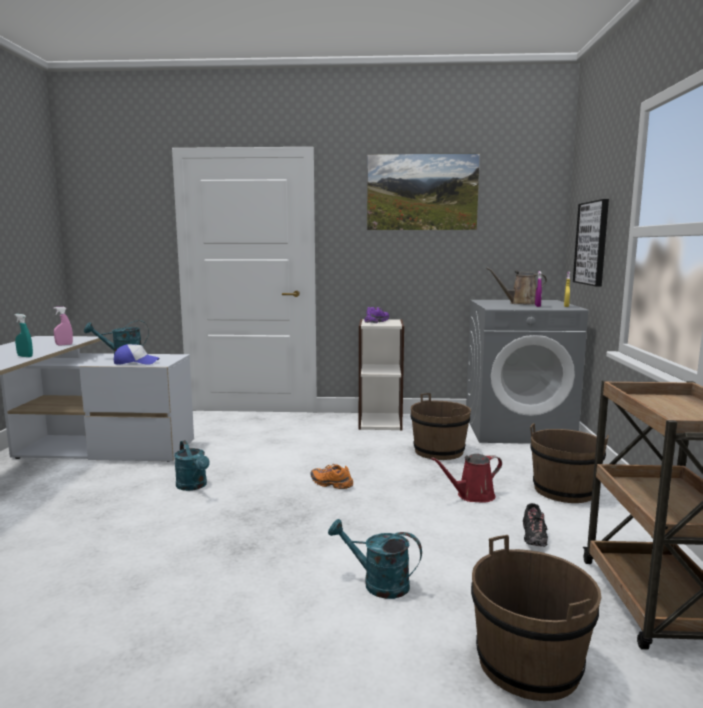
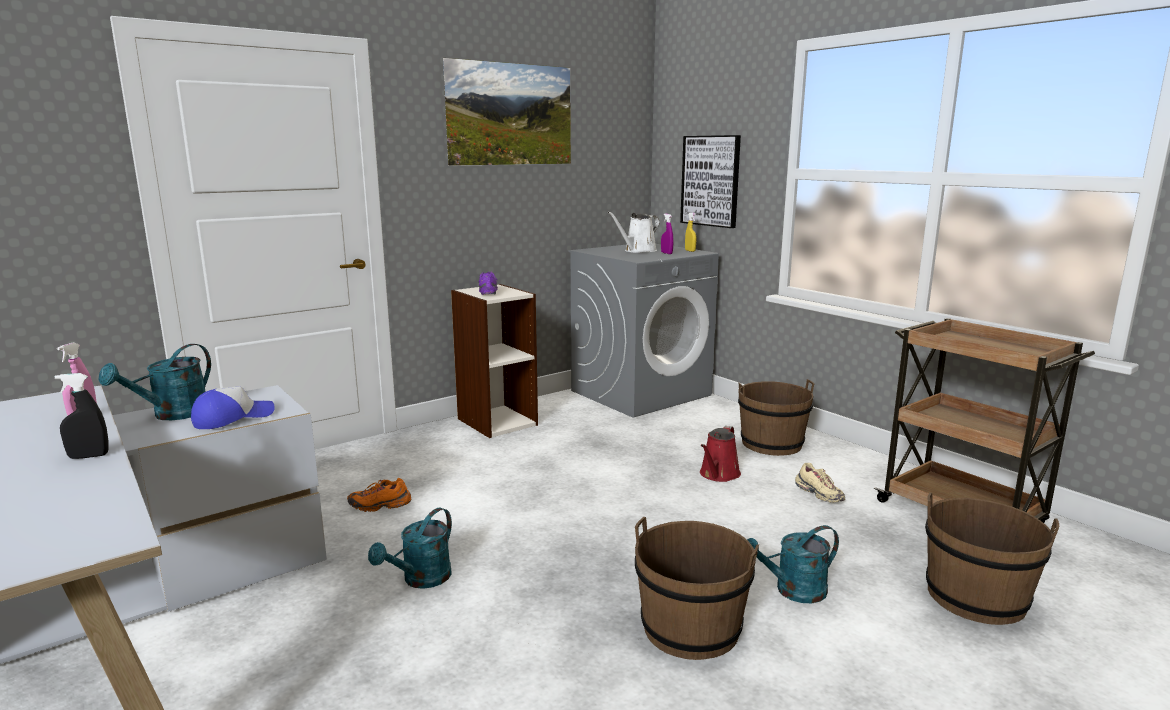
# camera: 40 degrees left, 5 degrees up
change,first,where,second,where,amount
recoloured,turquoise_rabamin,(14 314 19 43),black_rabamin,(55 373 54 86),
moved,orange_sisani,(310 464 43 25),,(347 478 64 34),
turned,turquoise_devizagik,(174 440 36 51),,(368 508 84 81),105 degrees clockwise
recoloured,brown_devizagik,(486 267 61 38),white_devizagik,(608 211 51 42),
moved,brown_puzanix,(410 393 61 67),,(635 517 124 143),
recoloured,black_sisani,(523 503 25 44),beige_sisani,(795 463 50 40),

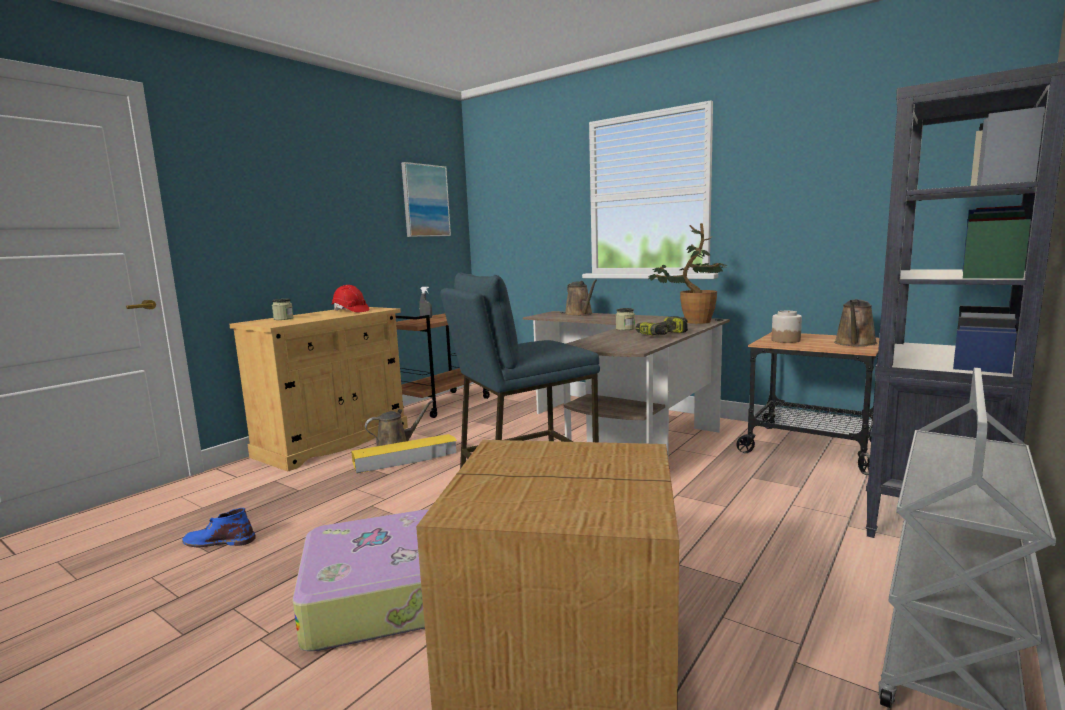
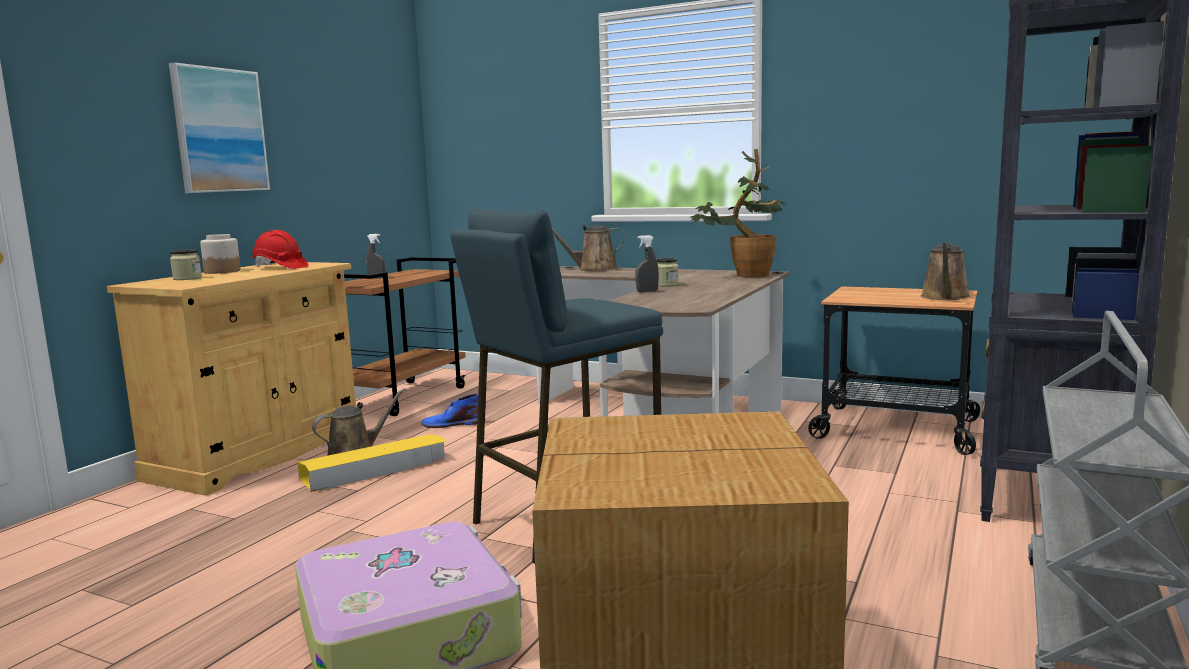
# camera: 10 degrees left, 0 degrees up
change,first,where,second,where,amount
moved,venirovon,(401 162 50 75),,(169 62 101 131),
moved,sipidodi,(771 311 31 32),,(200 234 41 40),
moved,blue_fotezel,(182 508 73 39),,(421 394 57 34),
turned,brown_devizagik,(565 279 32 37),,(552 225 74 46),120 degrees clockwise
added,,,grey_rabamin,(635 235 24 58),
removed,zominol,(635 316 53 19),,,

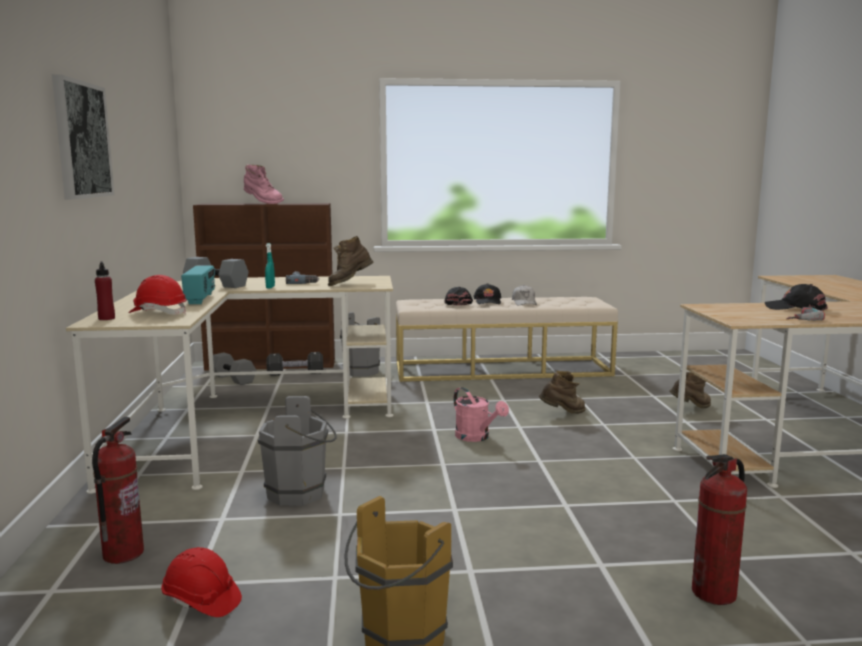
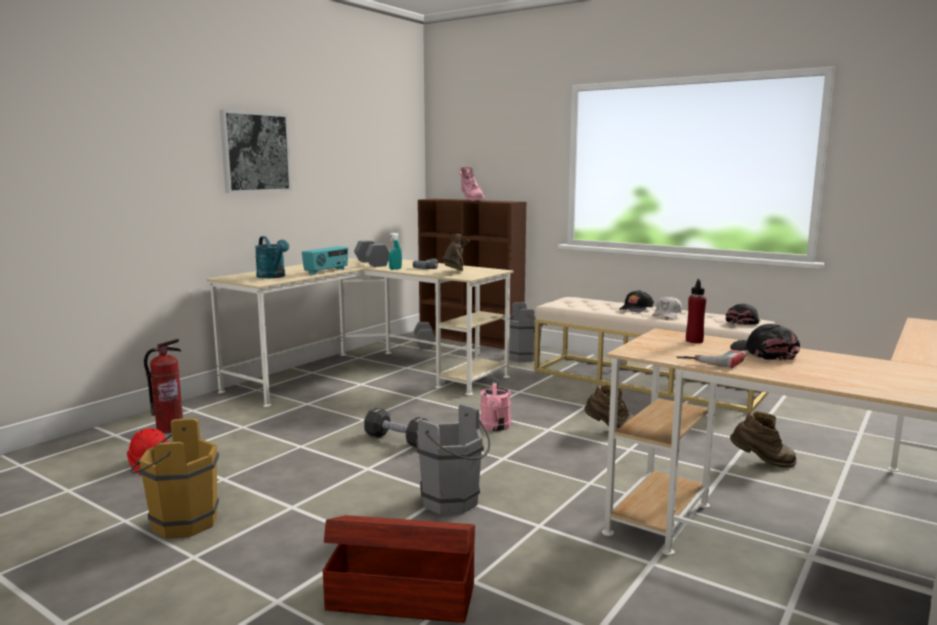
# camera: 40 degrees right, 0 degrees up
change,first,where,second,where,amount
replaced,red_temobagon,(128 275 59 40),turquoise_devizagik,(255 236 34 42),
replaced,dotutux,(692 454 55 151),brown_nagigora,(322 515 153 108),
moved,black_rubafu,(266 352 57 24),,(364 408 64 39),
moved,grey_puzanix,(258 396 79 110),,(416 404 74 111),
turned,brown_fotezel,(328 236 45 50),,(442 233 28 38),105 degrees clockwise
moved,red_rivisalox,(95 261 20 59),,(686 279 20 64),
moved,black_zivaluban,(444 287 29 19),,(726 304 35 21),

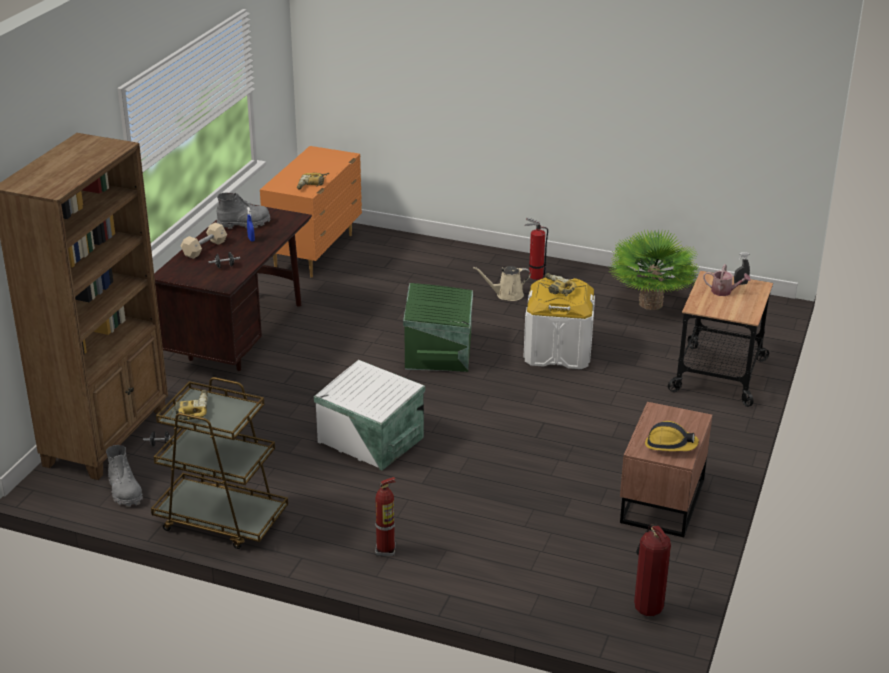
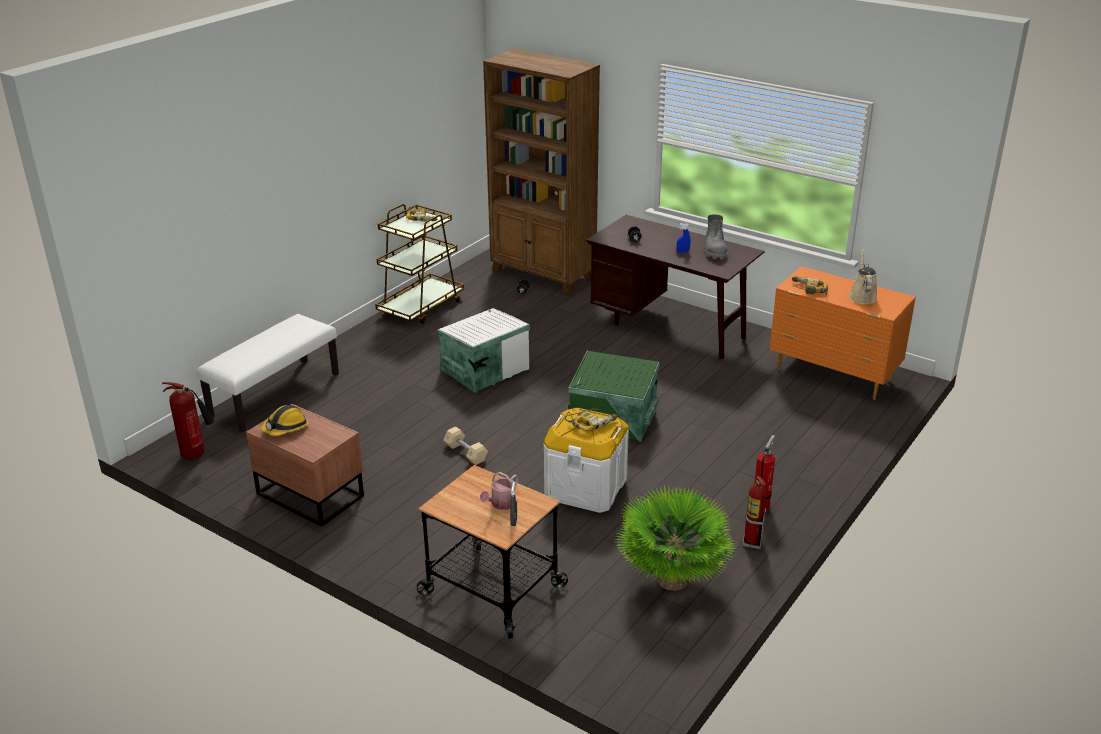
# camera: 105 degrees right, 0 degrees up
change,first,where,second,where,amount
added,,,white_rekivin,(196 314 143 119),
moved,beige_rubafu,(181 223 46 36),,(444 426 44 39),
moved,dotutux,(375 477 21 79),,(742 476 24 73),
moved,beige_devizagik,(473 266 58 35),,(849 248 28 56),
removed,grey_fotezel,(106 445 37 62),,,

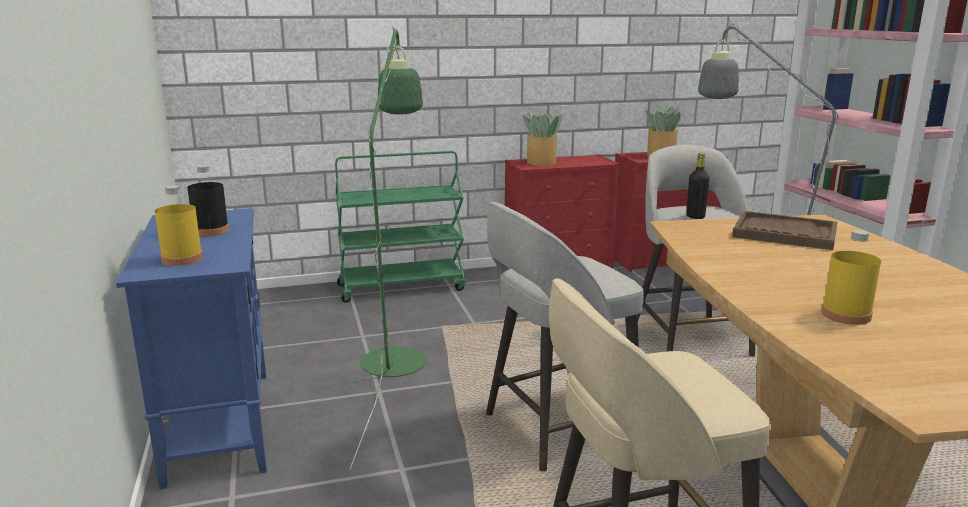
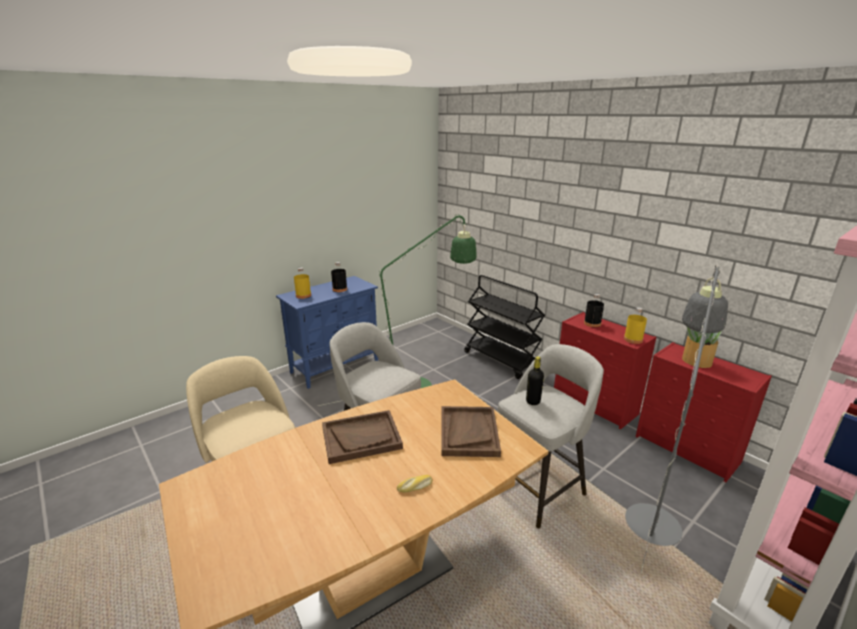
# camera: 65 degrees right, 5 degrees up
change,first,where,second,where,amount
added,,,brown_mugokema,(322 410 81 54),
added,,,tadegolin,(397 475 36 17),
recoloured,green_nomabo,(335 151 131 152),black_nomabo,(464 275 81 104),
replaced,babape,(523 111 40 55),black_rivisalox,(584 293 20 34),
moved,yellow_rivisalox,(821 230 60 95),,(624 307 23 37),

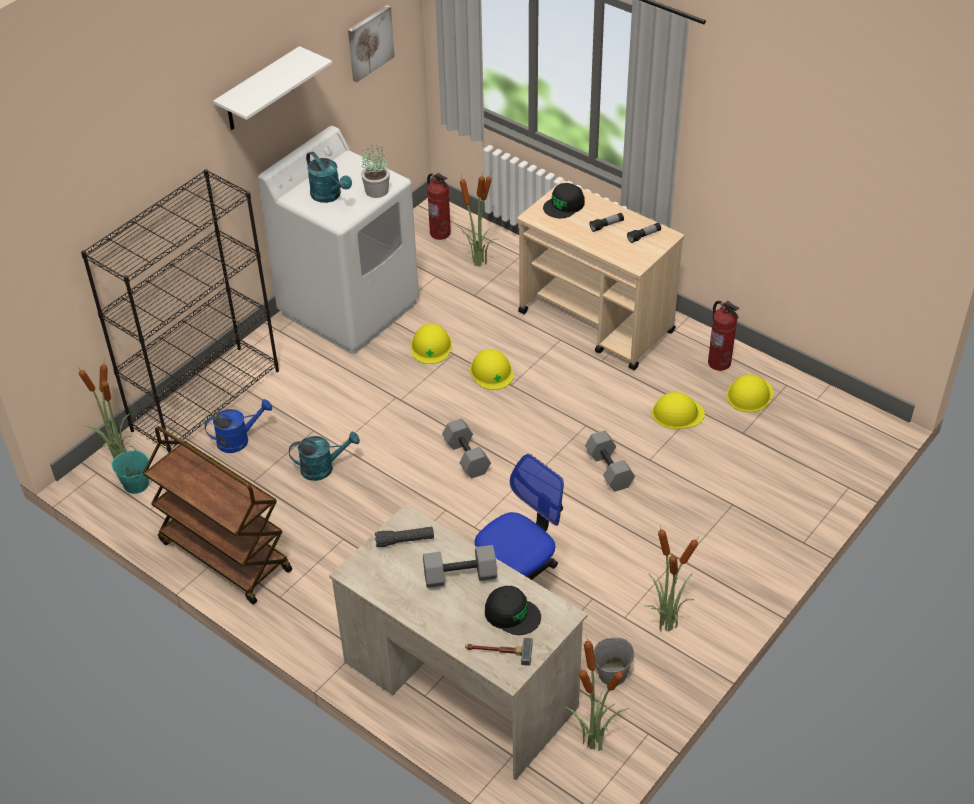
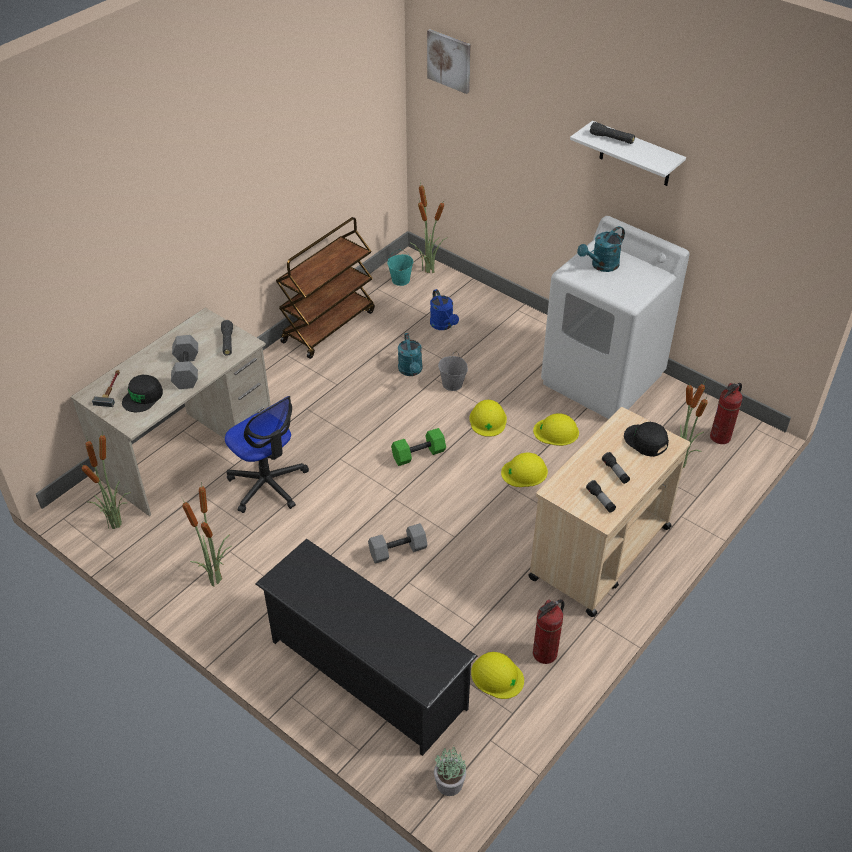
# camera: 90 degrees right, 0 degrees up
change,first,where,second,where,amount
added,,,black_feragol,(255 539 222 217),
recoloured,grey_rubafu,(442 419 49 59),green_rubafu,(391 428 55 38),
moved,venirovon,(348 5 47 77),,(427 29 44 65),
moved,babape,(361 145 29 53),,(434 745 32 51),
moved,grey_puzanix,(594 638 41 48),,(438 352 30 39),
moved,yellow_temobagon,(652 392 53 37),,(469 400 38 37),
added,,,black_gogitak,(590 122 45 22),
removed,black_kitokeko,(81 169 198 284),,,

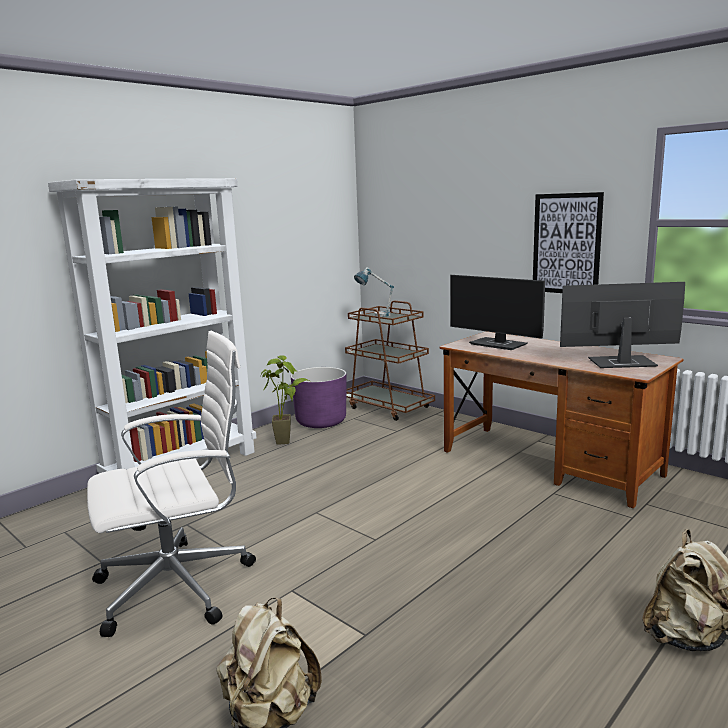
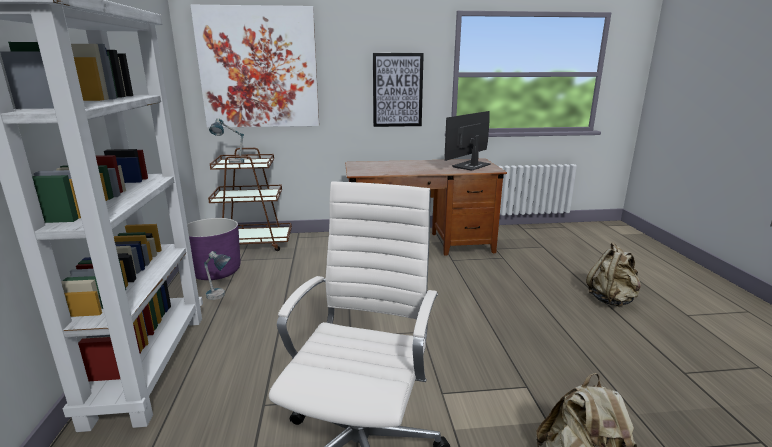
# camera: 50 degrees left, 5 degrees up
change,first,where,second,where,amount
added,,,venirovon,(190 5 129 123),
replaced,babape,(261 355 49 90),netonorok,(204 251 27 49),
removed,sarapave,(450 275 95 75),,,

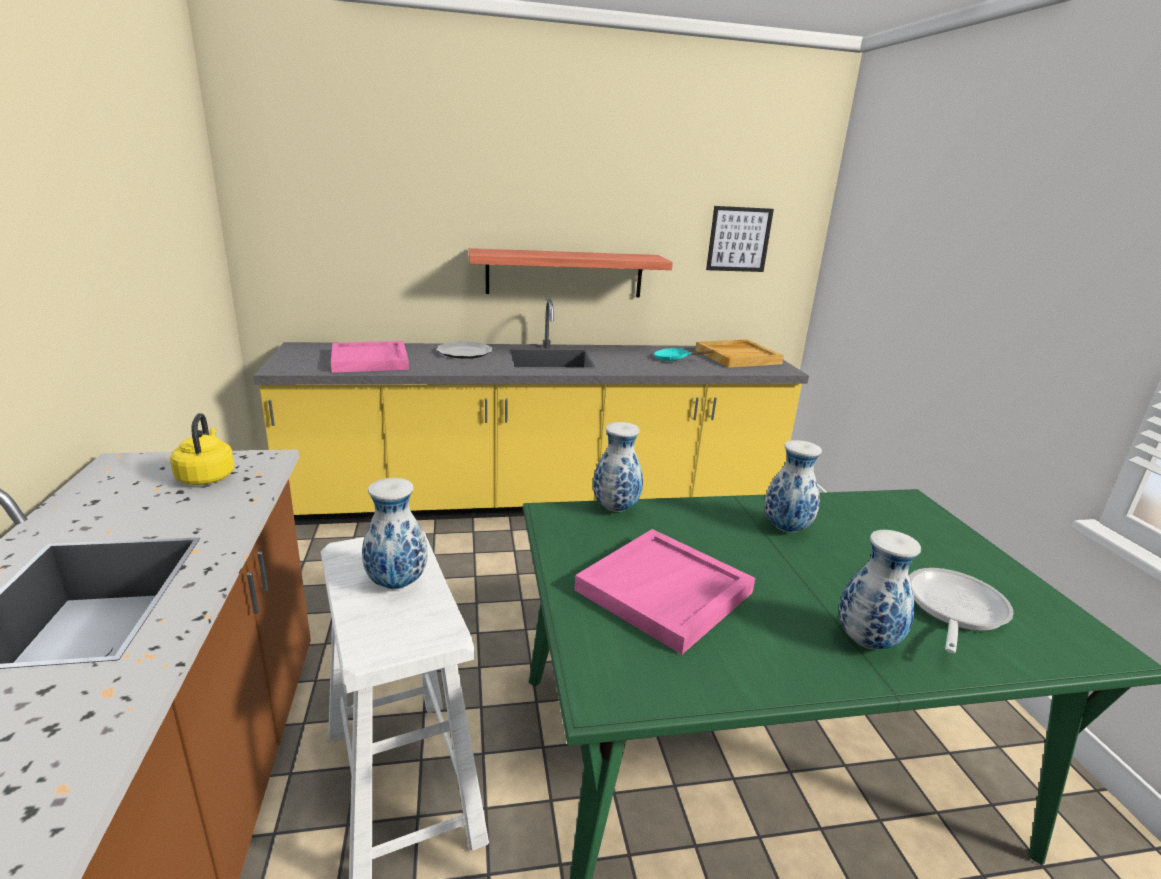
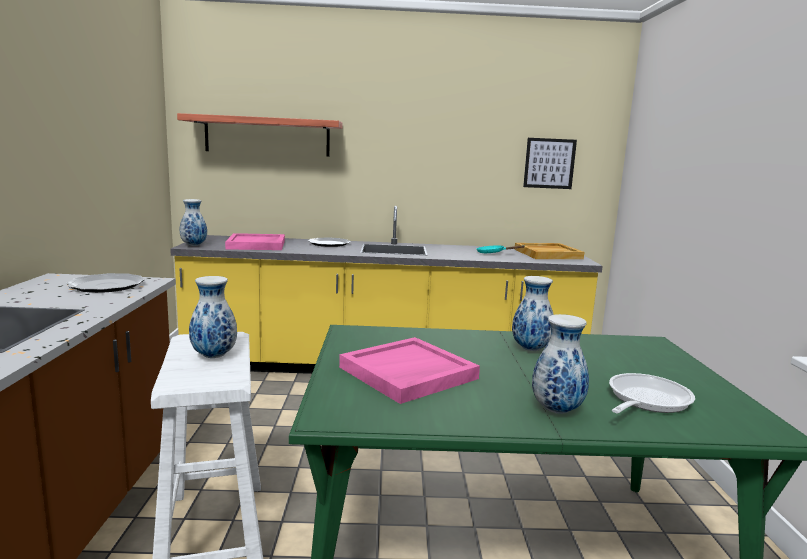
# camera: 10 degrees right, 10 degrees down
change,first,where,second,where,amount
replaced,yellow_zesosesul,(170 413 64 72),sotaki,(66 273 79 20),
moved,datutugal,(469 248 204 49),,(177 113 166 44),
moved,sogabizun,(593 422 50 90),,(180 199 27 47),

